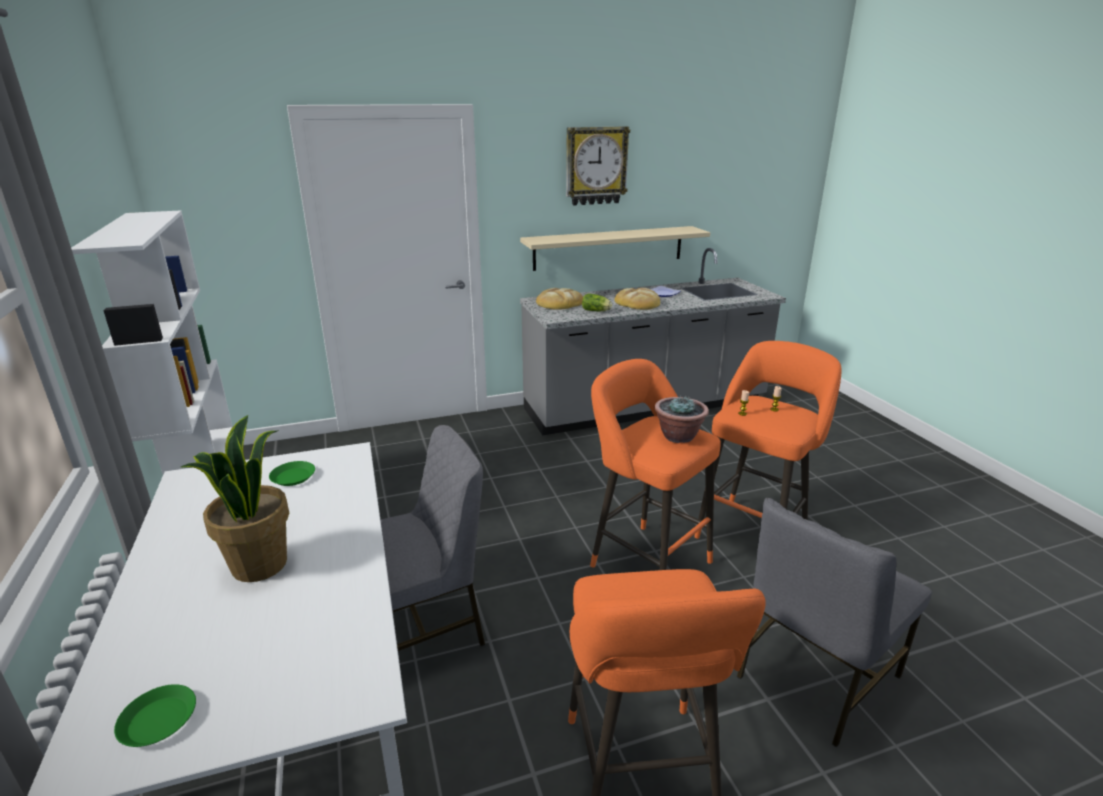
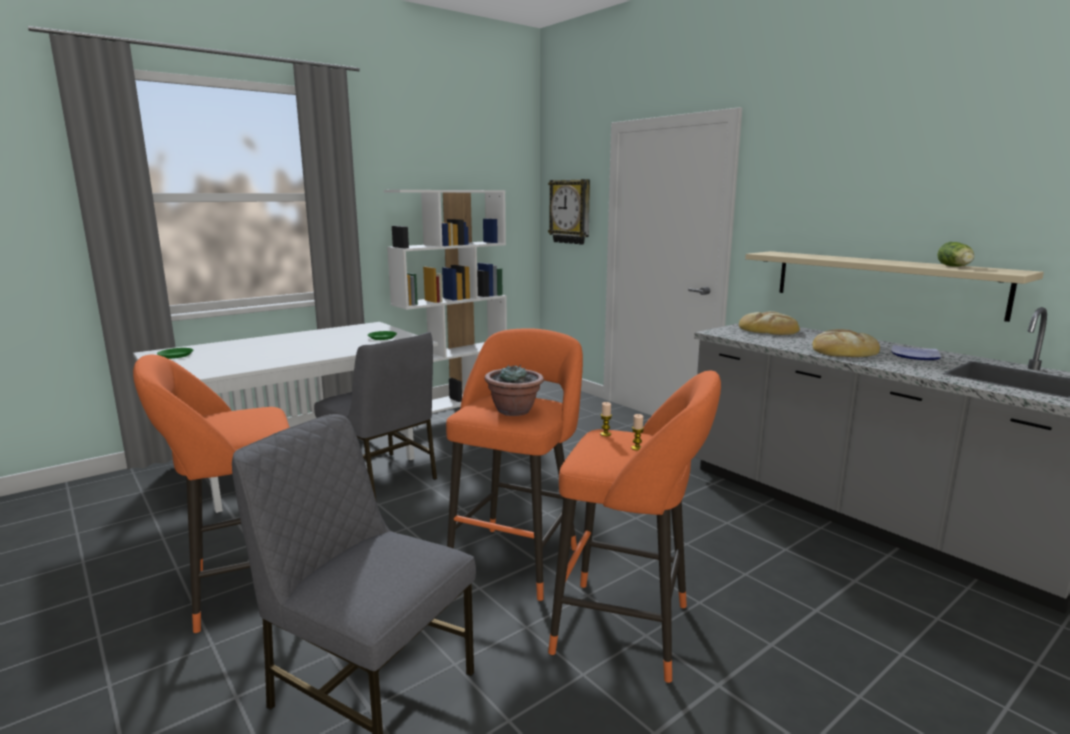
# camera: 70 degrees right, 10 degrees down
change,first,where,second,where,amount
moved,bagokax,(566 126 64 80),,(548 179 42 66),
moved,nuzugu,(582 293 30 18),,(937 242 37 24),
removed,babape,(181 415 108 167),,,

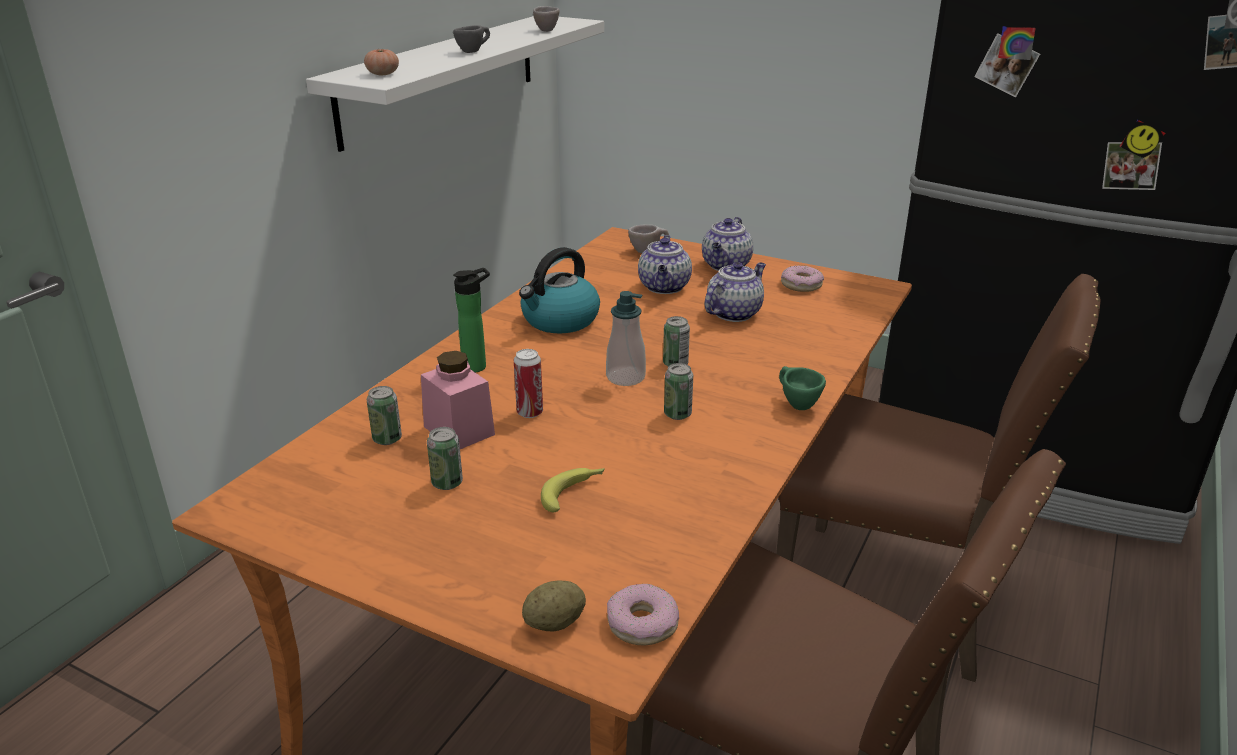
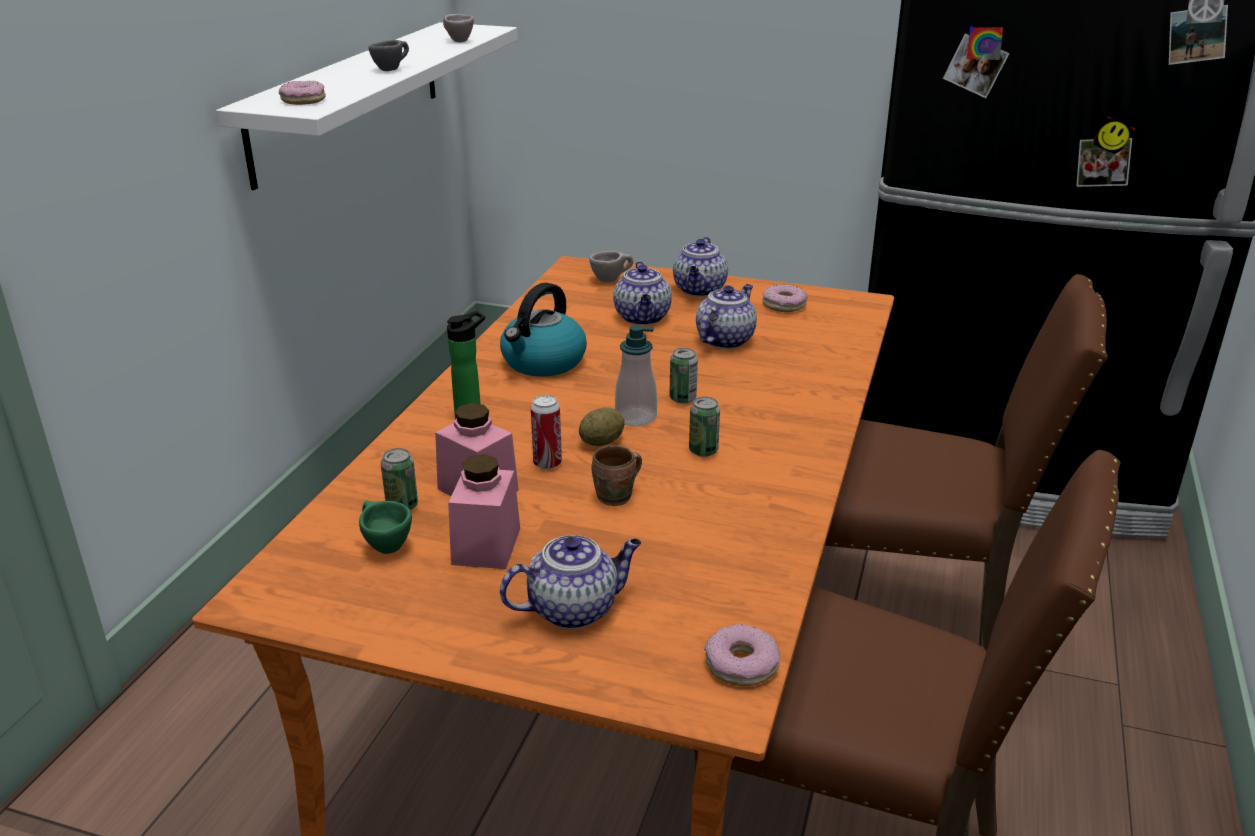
# camera: 10 degrees left, 0 degrees up
change,first,where,second,where,amount
replaced,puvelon,(364 48 35 27),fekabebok,(279 81 47 24),
moved,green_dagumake,(779 366 47 44),,(359 500 53 54),
replaced,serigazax,(427 427 36 63),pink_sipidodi,(448 454 72 115),
added,,,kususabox,(500 535 141 94),
moved,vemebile,(522 580 64 51),,(579 407 46 39),
added,,,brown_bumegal,(591 445 51 61),
removed,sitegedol,(541 468 64 44),,,

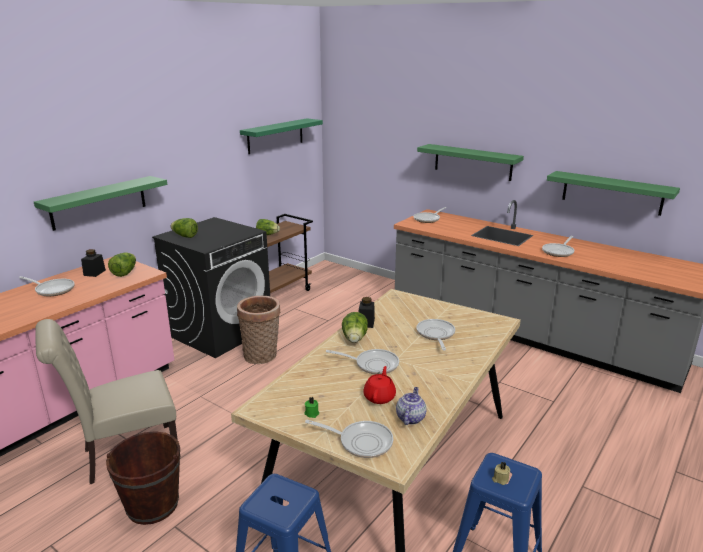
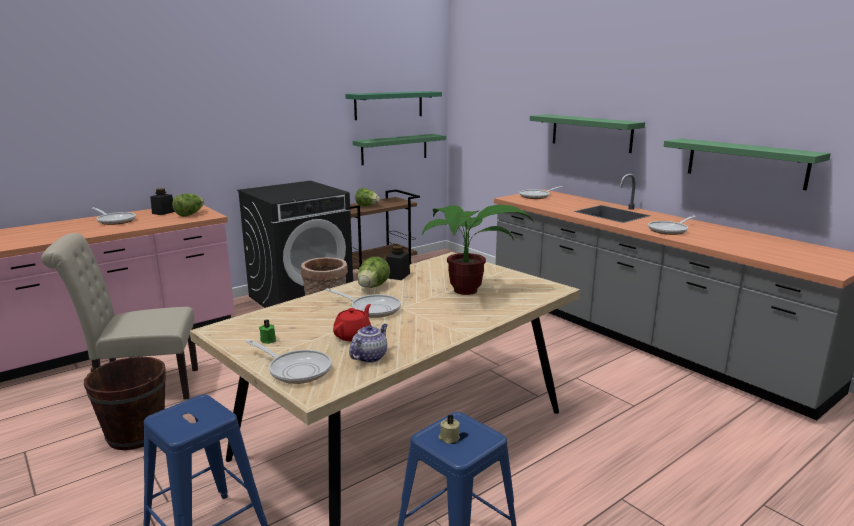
# camera: 15 degrees right, 5 degrees down
change,first,where,second,where,amount
moved,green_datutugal,(34 176 133 55),,(353 134 93 31),
replaced,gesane,(416 319 39 31),babape,(422 205 112 90),
removed,nuzugu,(171 218 27 20),,,

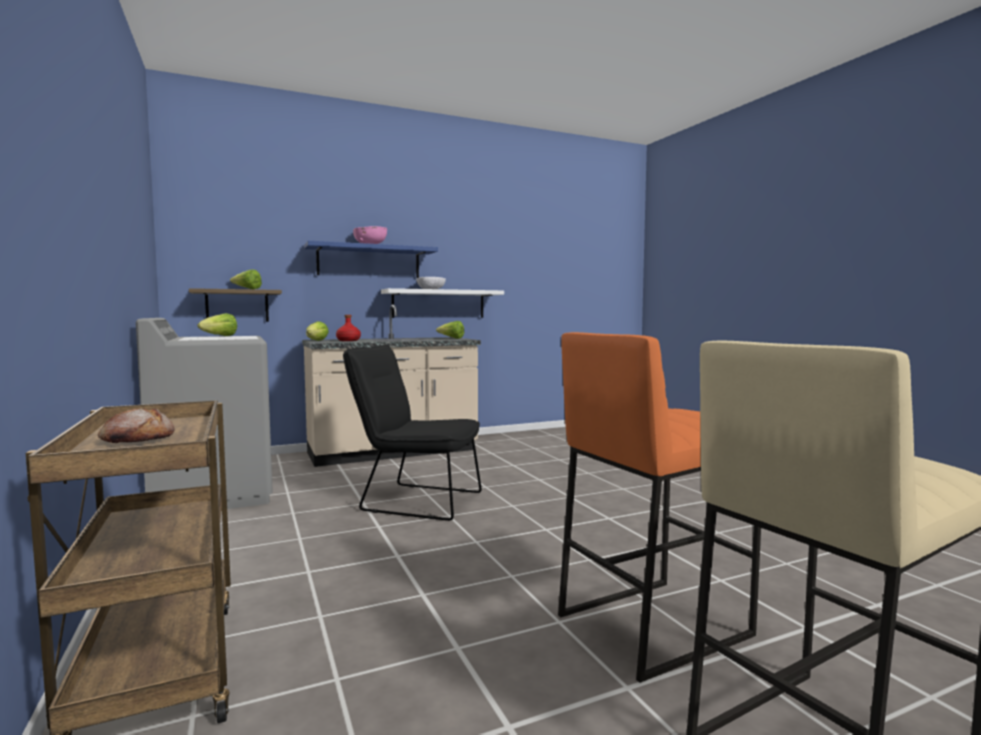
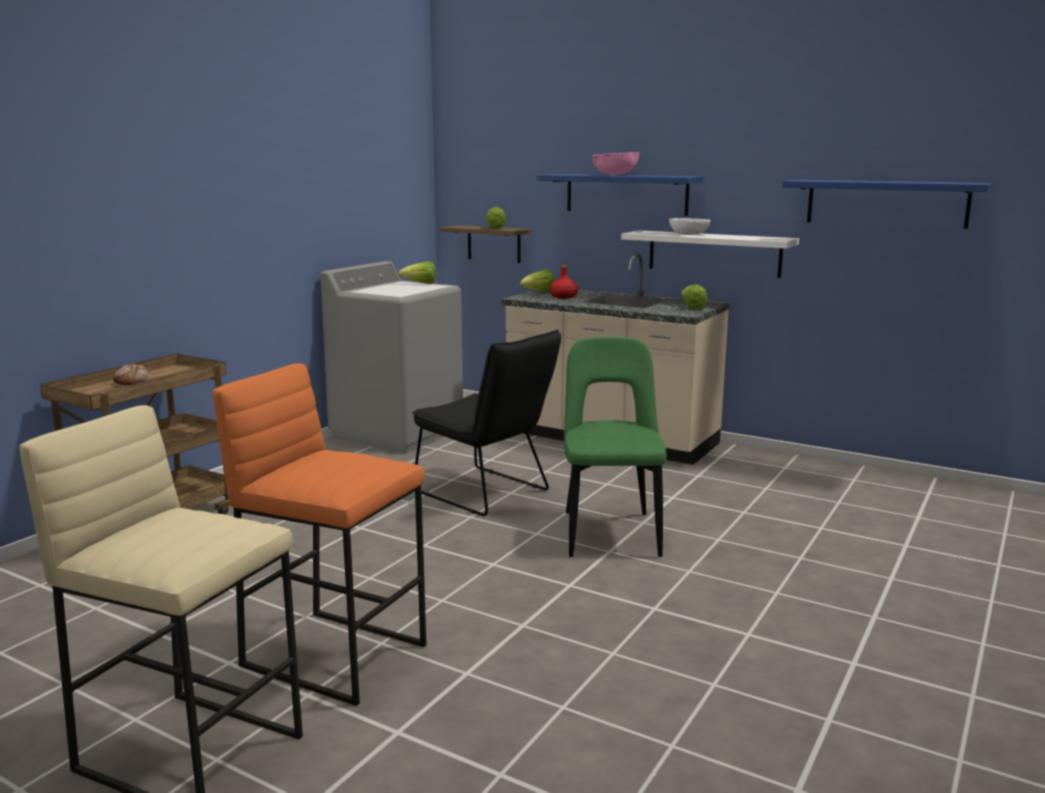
# camera: 55 degrees right, 10 degrees up
change,first,where,second,where,amount
turned,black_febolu,(343 345 139 176),,(412 329 149 187),150 degrees clockwise
added,,,green_febolu,(564 337 103 220),
added,,,blue_datutugal,(782 180 211 49),

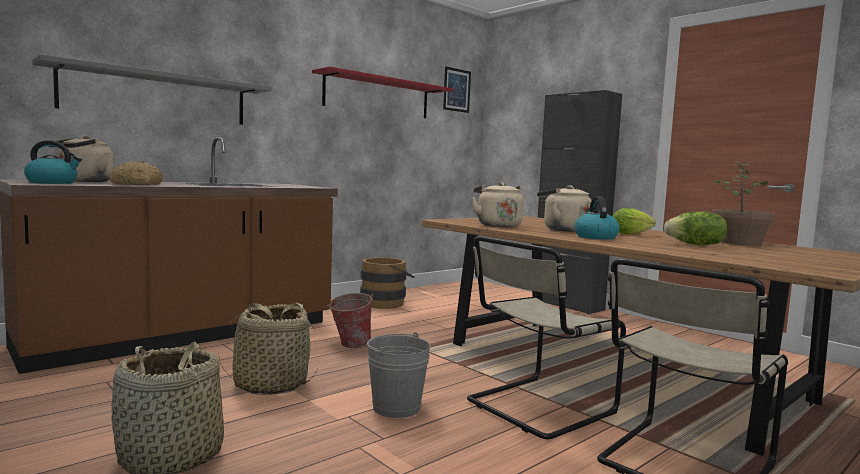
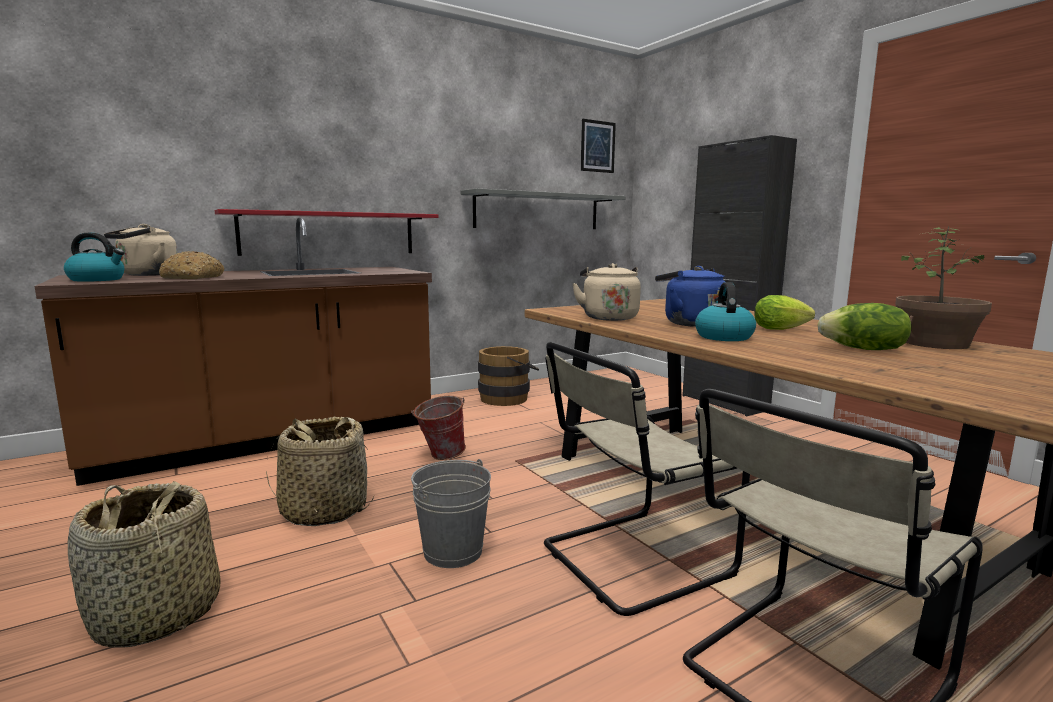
# camera: 10 degrees right, 5 degrees up
change,first,where,second,where,amount
moved,red_datutugal,(312 66 142 52),,(215 209 223 47),
moved,grey_datutugal,(32 54 240 71),,(460 188 166 41),
recoloured,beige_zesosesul,(537 185 55 47),blue_zesosesul,(655 266 70 61),

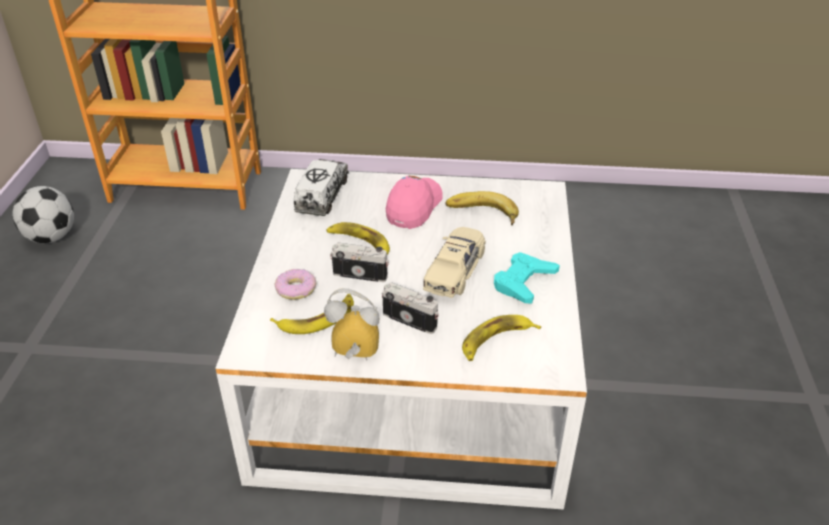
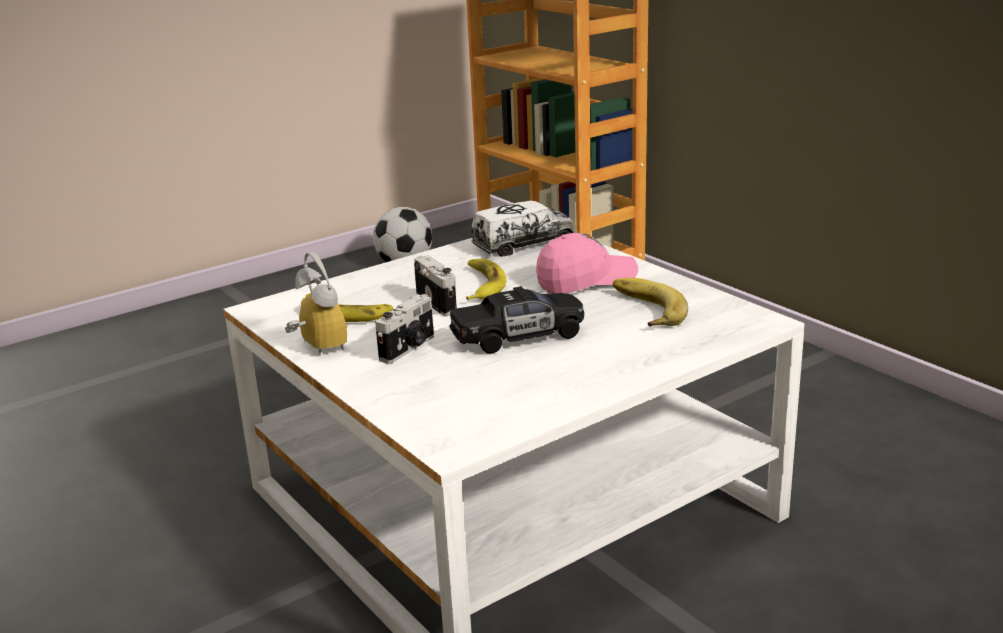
# camera: 50 degrees right, 15 degrees down
change,first,where,second,where,amount
turned,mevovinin,(382 282 57 52),,(375 294 59 70),45 degrees clockwise
recoloured,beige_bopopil,(423 227 63 71),black_bopopil,(449 286 135 68),
removed,fekabebok,(275 269 41 31),,,
removed,sitegedol,(462 315 79 46),,,
removed,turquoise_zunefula,(494 252 66 51),,,

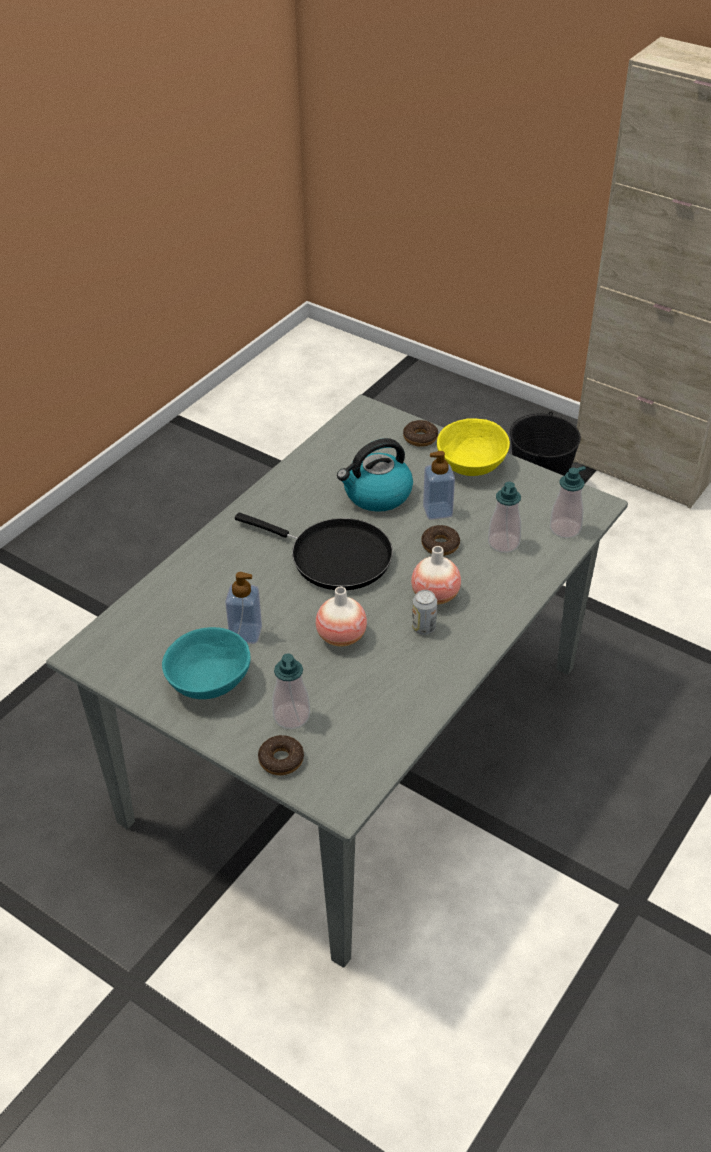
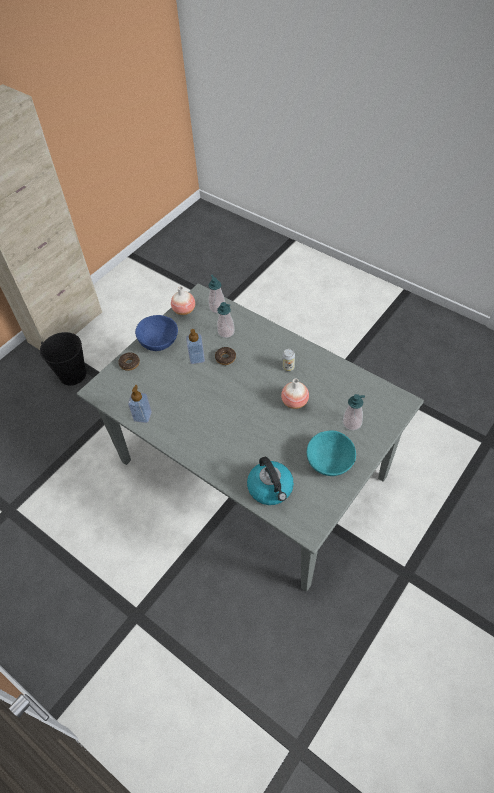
# camera: 85 degrees left, 10 degrees up
change,first,where,second,where,amount
moved,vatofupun,(225 572 37 72),,(128 385 24 38),
recoloured,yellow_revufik,(437 418 73 58),blue_revufik,(135 315 43 36),
moved,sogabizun,(411 546 50 59),,(171 286 24 29),
moved,zesosesul,(337 438 76 74),,(247 456 47 49),
removed,black_gesane,(235 513 158 77),,,
removed,fekabebok,(258 735 46 40),,,

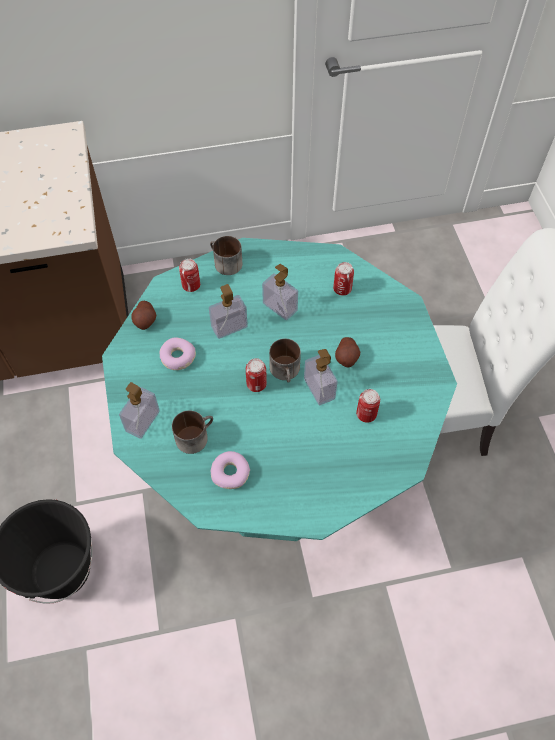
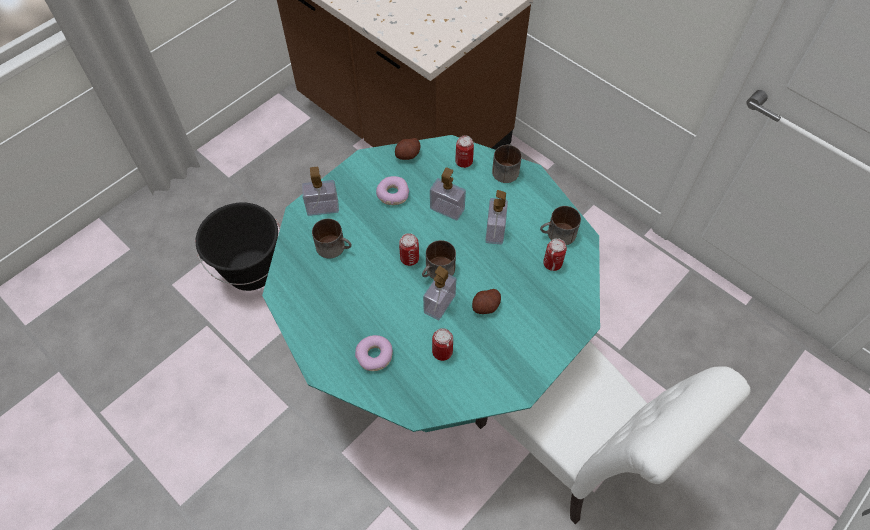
# camera: 55 degrees right, 0 degrees up
change,first,where,second,where,amount
moved,fekabebok,(211 451 39 38),,(355 335 38 36),
added,,,bumegal,(540 206 41 39),

